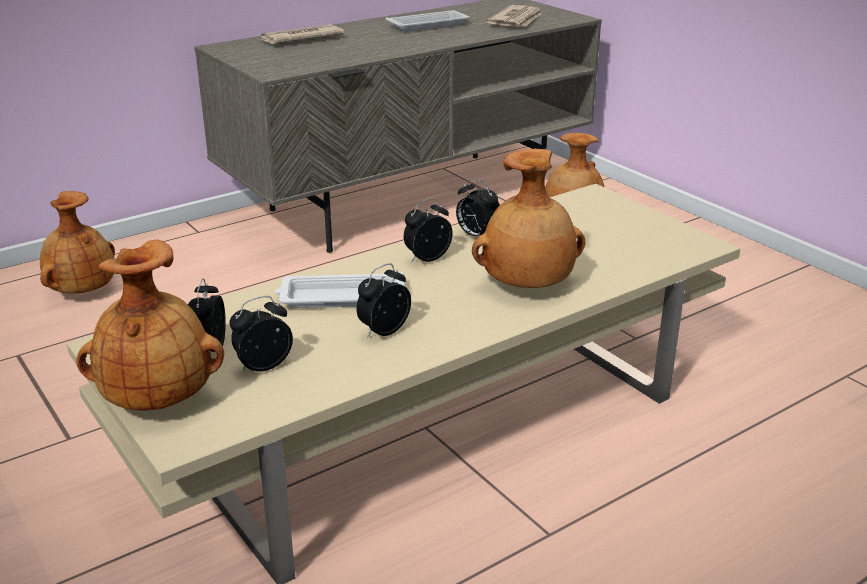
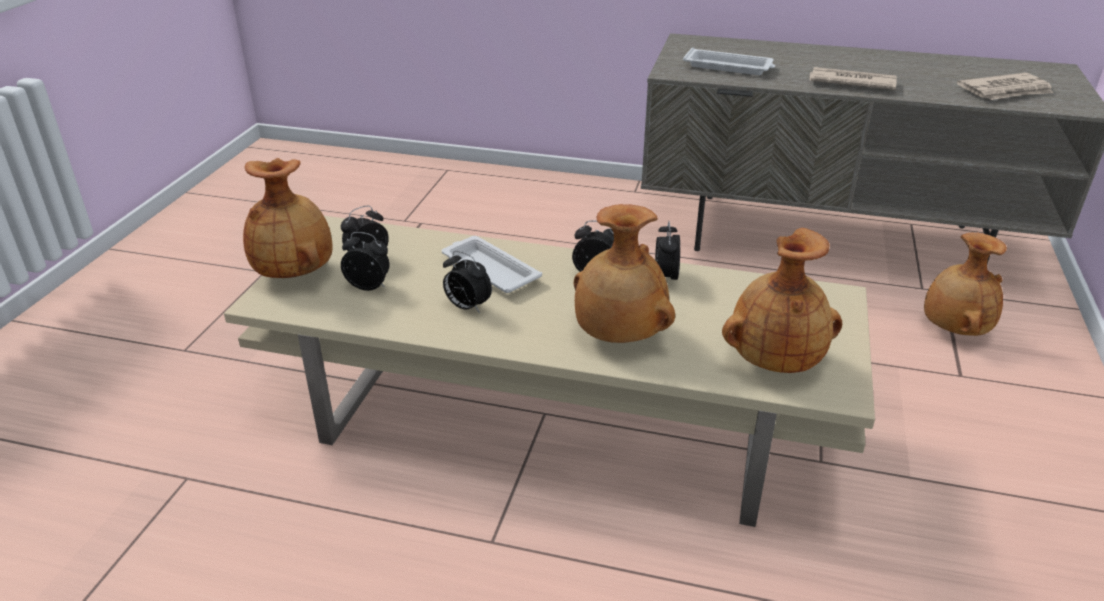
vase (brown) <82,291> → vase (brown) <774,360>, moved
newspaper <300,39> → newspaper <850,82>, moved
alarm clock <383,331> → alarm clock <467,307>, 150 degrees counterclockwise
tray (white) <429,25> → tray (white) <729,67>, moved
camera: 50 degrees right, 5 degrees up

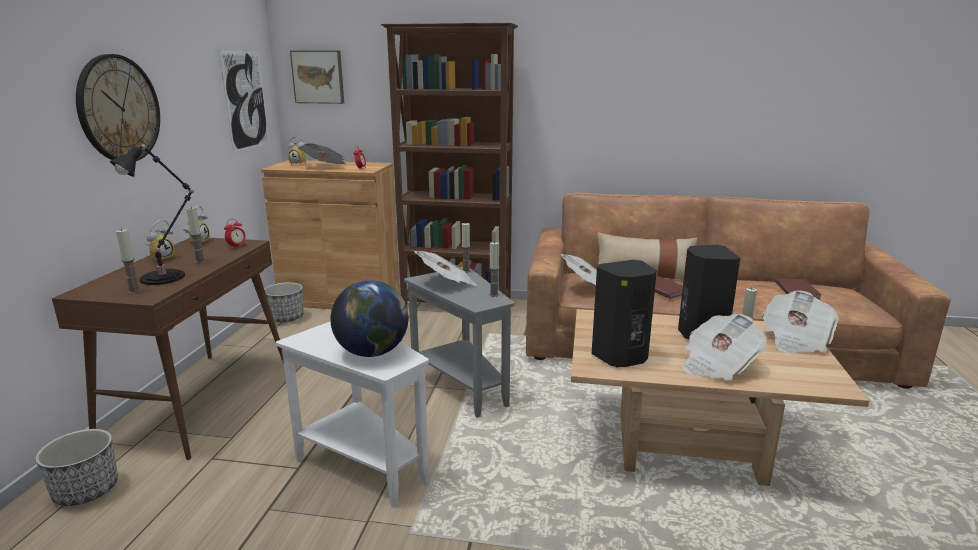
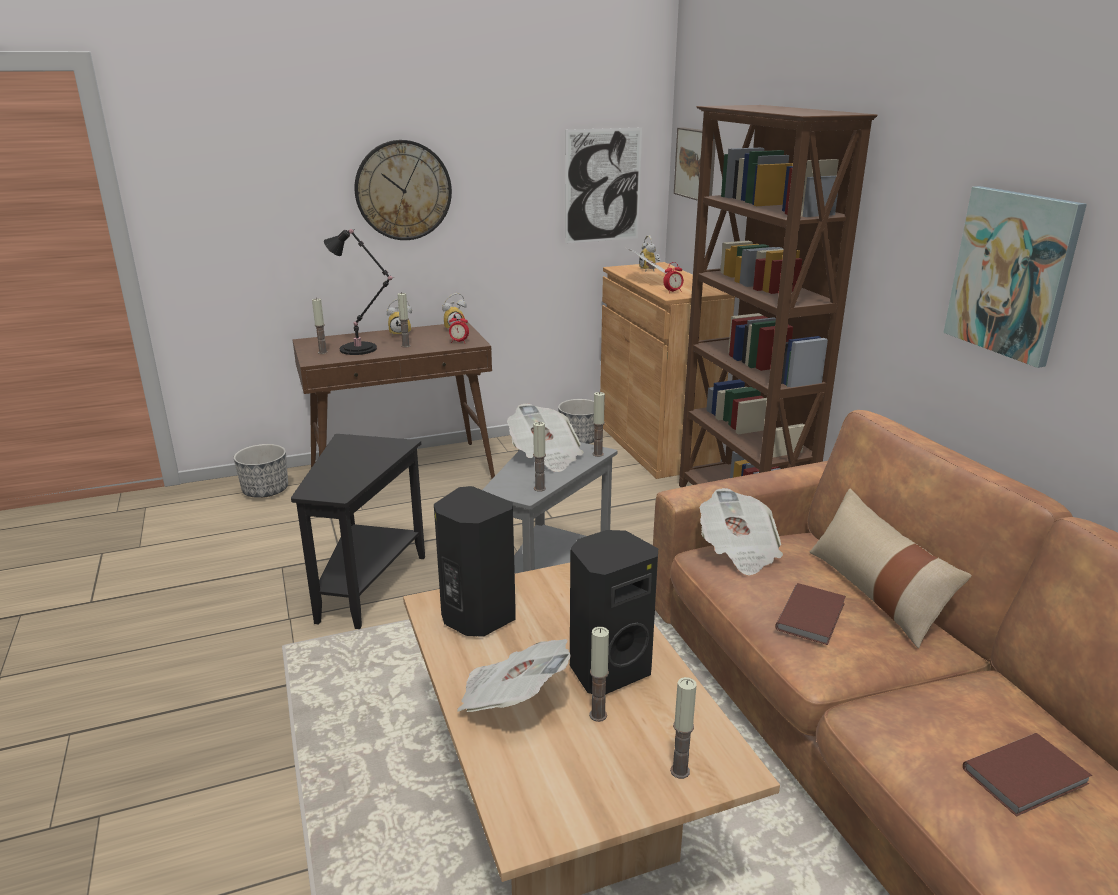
side table (white) <363,463> → side table (black) <367,583>
globe <372,352> → -
newspaper <795,340> → candle <680,771>
- → picture <1012,274>
camera: 60 degrees right, 5 degrees up

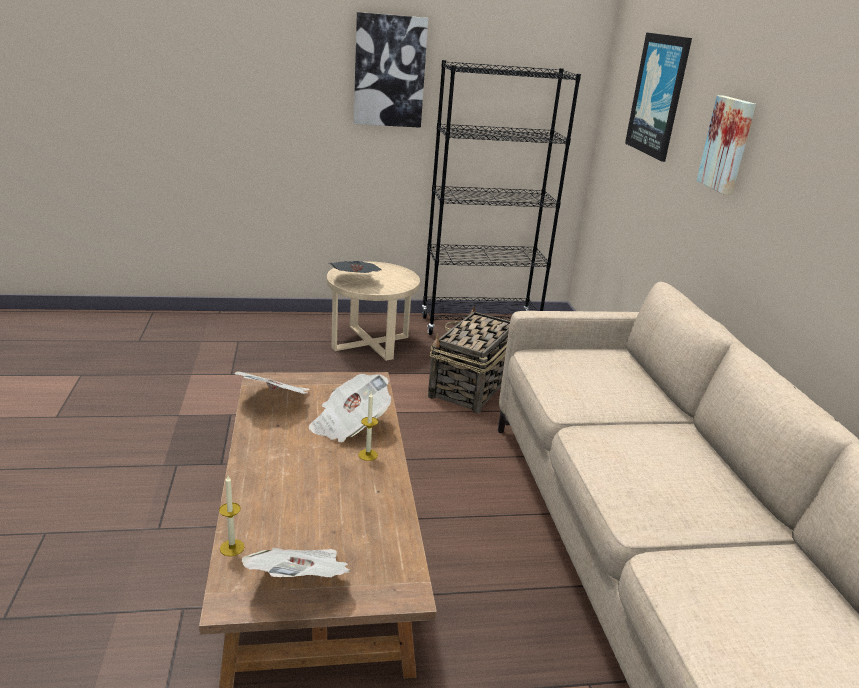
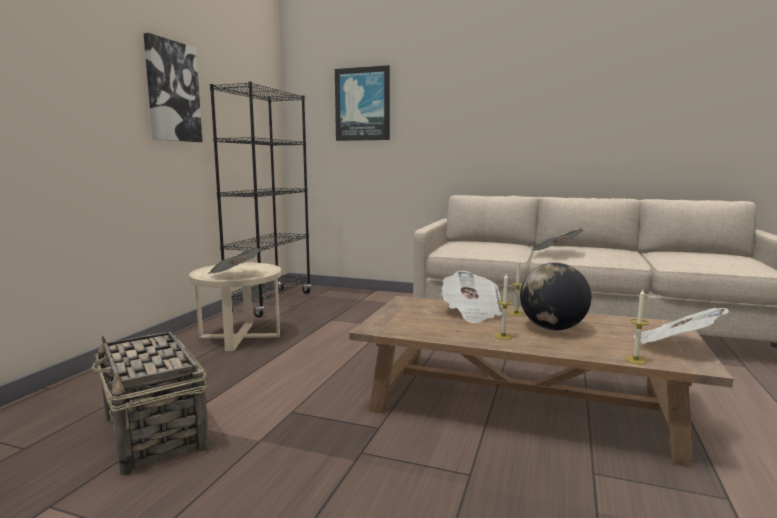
newspaper <276,400> → newspaper <555,253>, moved
basket <471,387> → basket <155,433>, moved
picture <728,144> → -
- → candle <503,336>
- → globe <552,328>
camera: 60 degrees left, 15 degrees down

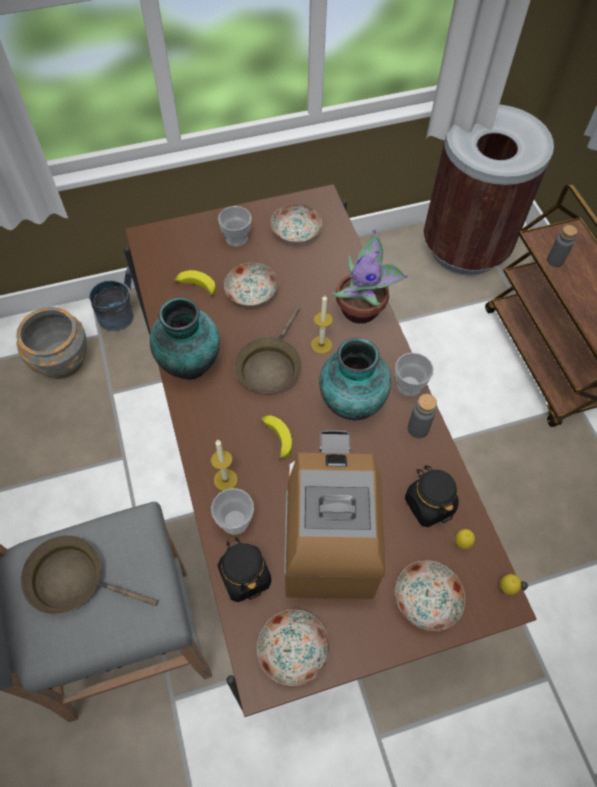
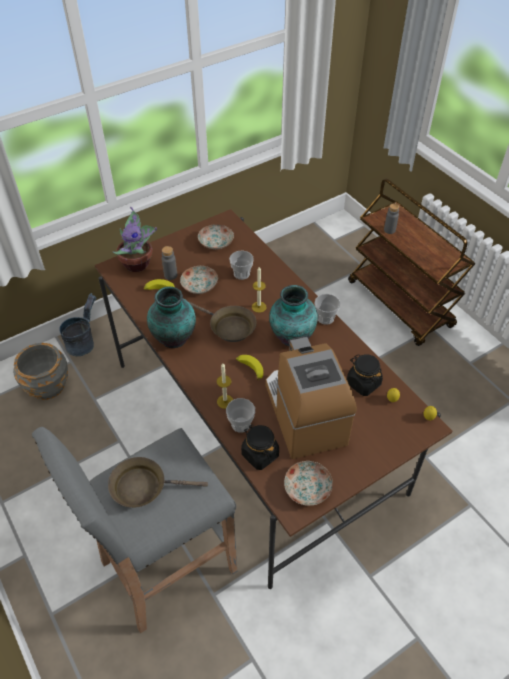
cup <236,238> → cup <241,274>, moved
frying pan (brown) <270,366> → frying pan (brown) <229,327>, 60 degrees counterclockwise
potted plant <362,310> → potted plant <138,263>, moved
plate <426,599> → -
bottle (grey) <418,428> → bottle (grey) <170,275>, moved
trash can (brown) <465,247> → -
camera: 15 degrees left, 10 degrees down

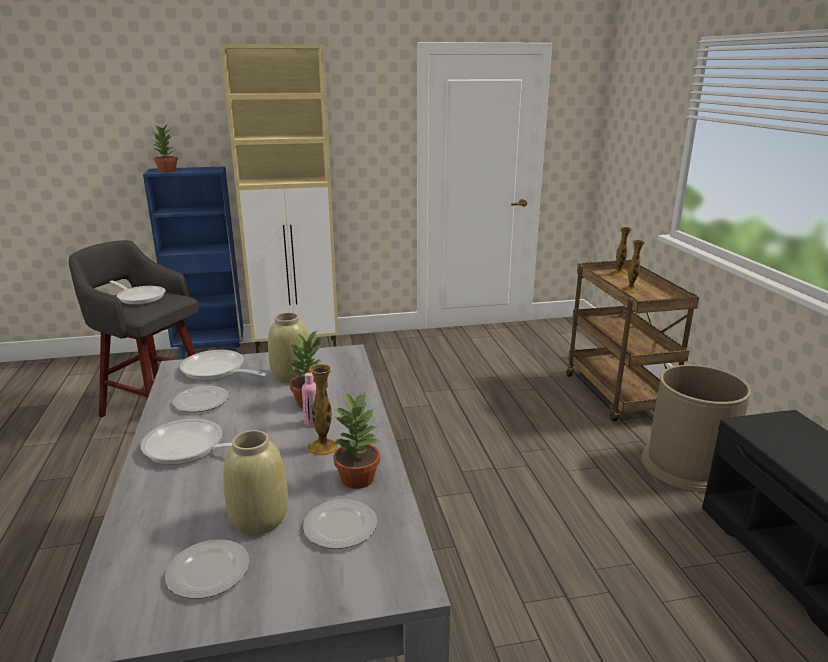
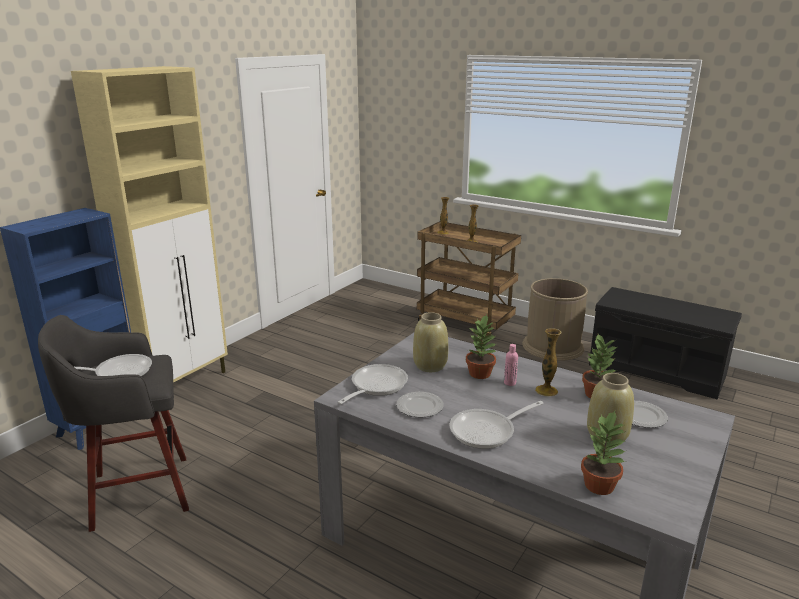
potted plant <167,171> → potted plant <600,485>, moved
plate <208,572> → -
frying pan <217,371> → frying pan <375,386>, 135 degrees clockwise
camera: 45 degrees left, 0 degrees up

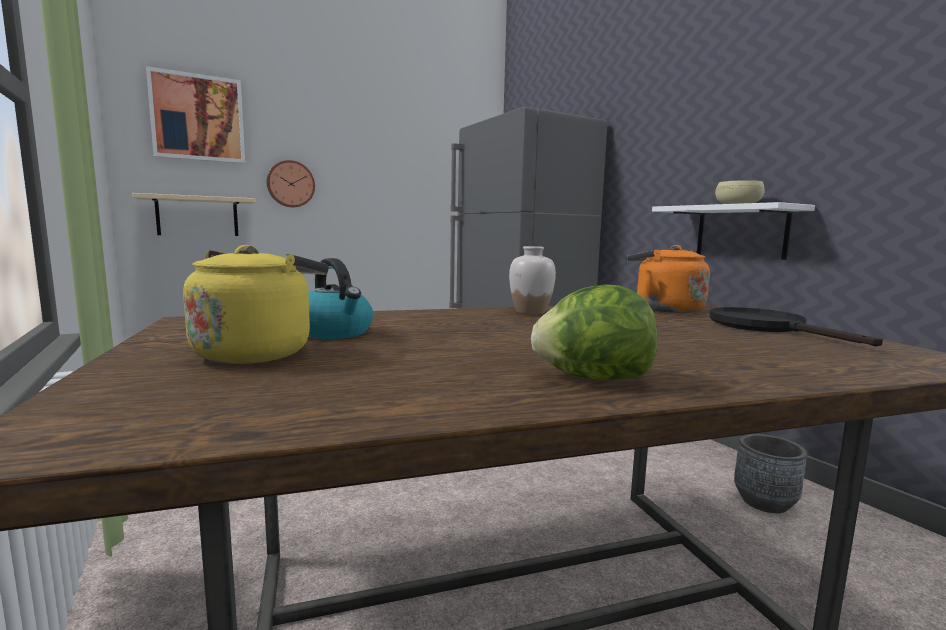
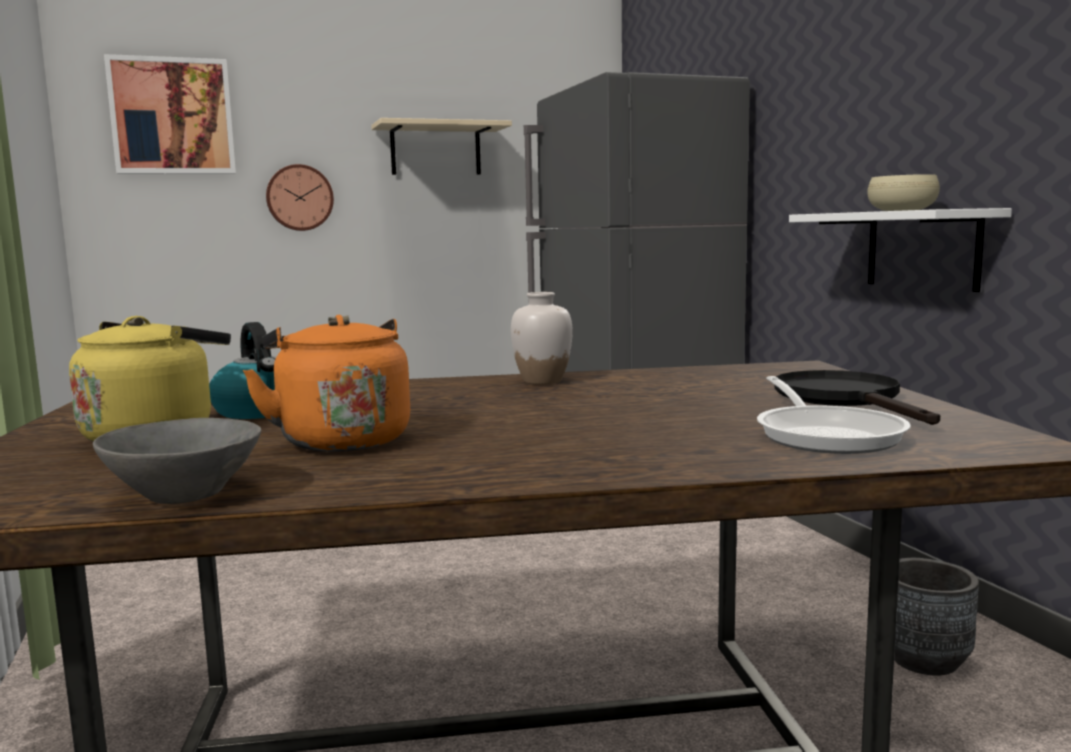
shelf (beige) <197,216> → shelf (beige) <435,150>, moved
lettuce <592,378> → -
kettle (orange) <664,309> → kettle (orange) <341,439>, moved
- → bowl (grey) <186,496>
- → frying pan <825,434>
camera: 10 degrees right, 0 degrees up

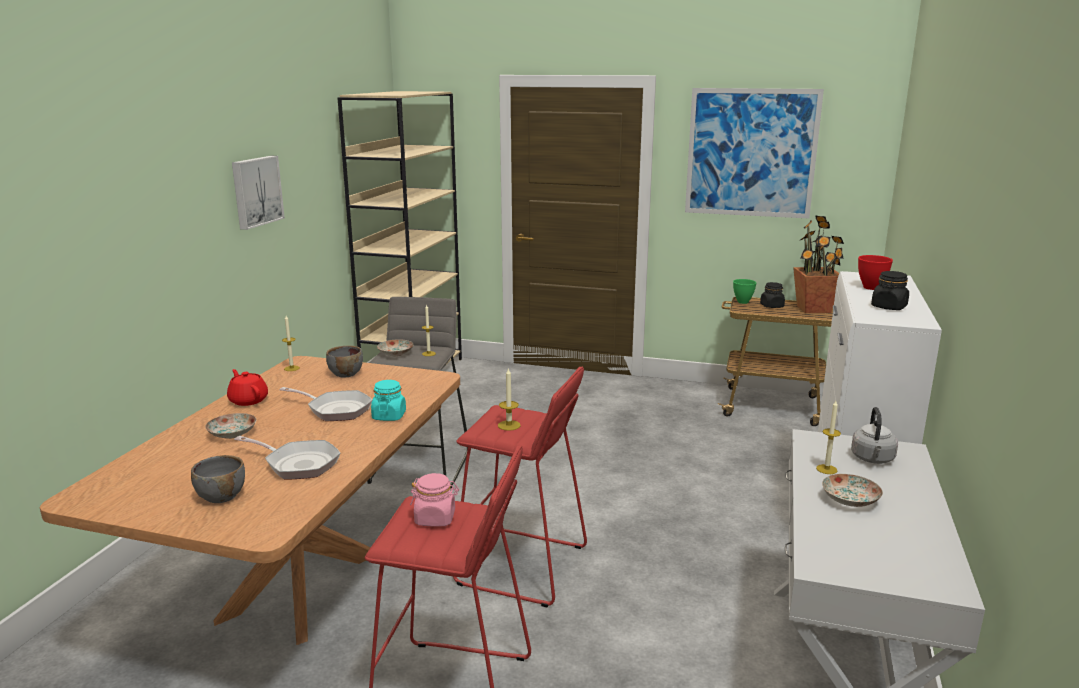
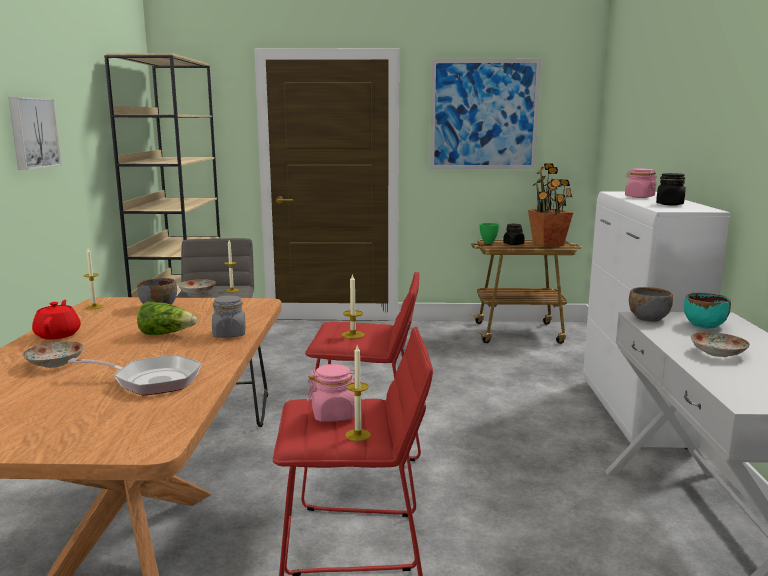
bowl (grey) <221,496> → bowl (grey) <648,318>, moved
teapot (red) <248,400> → teapot (red) <58,334>, 45 degrees clockwise
frying pan <335,409> → lettuce <166,334>
jar (turquoise) <389,416> → jar (grey) <229,334>
candle <826,469> → candle <358,435>, moved
kettle (grey) <872,459> → bowl (turquoise) <704,325>
bowl (red) <872,288> → jar (pink) <639,197>
camera: 15 degrees left, 5 degrees down

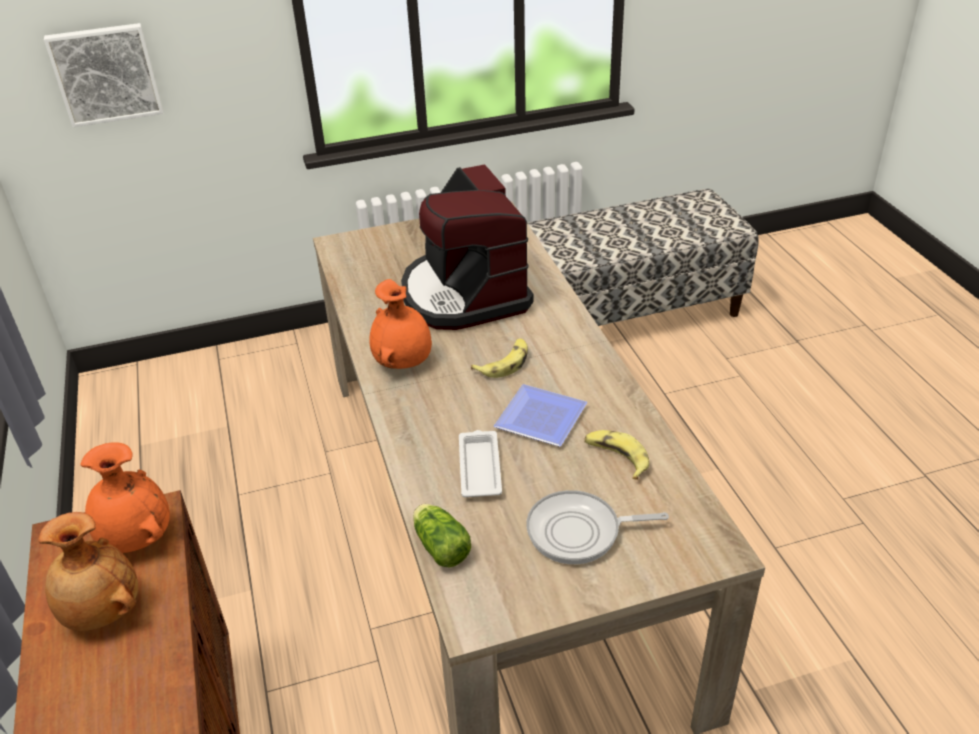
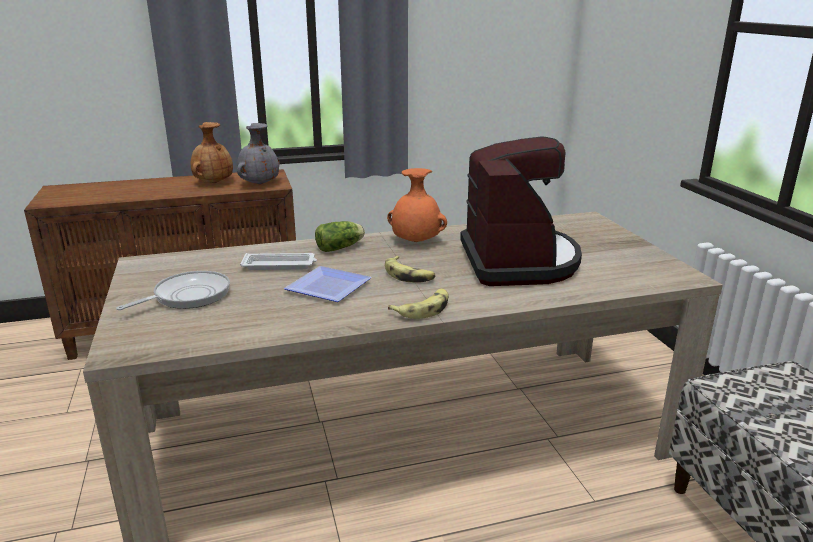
picture <106,74> → -
vase (orange) <135,538> → vase (grey) <259,184>
coffee machine <464,294> → coffee machine <518,261>, 105 degrees clockwise
lettuce <440,545> → lettuce <341,247>, moved
frying pan <579,532> → frying pan <188,296>, 45 degrees clockwise
banana <616,457> → banana <423,309>, moved
camera: 90 degrees right, 15 degrees down

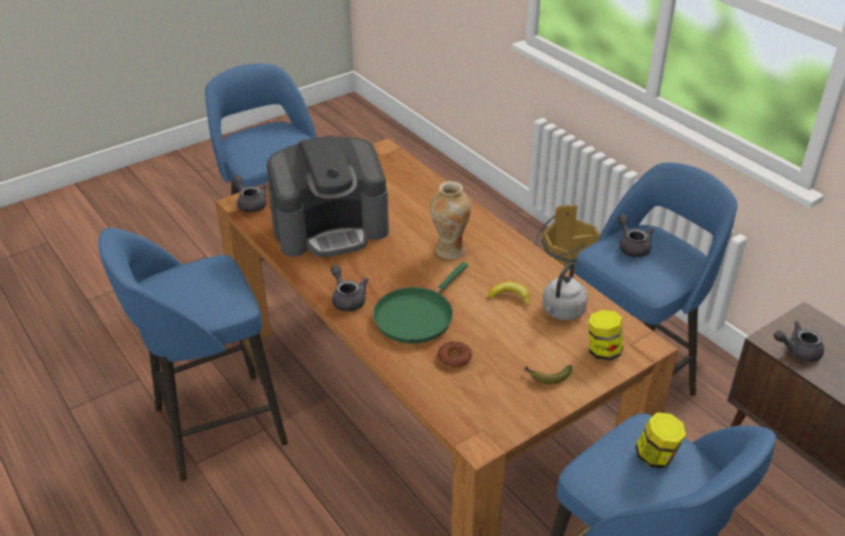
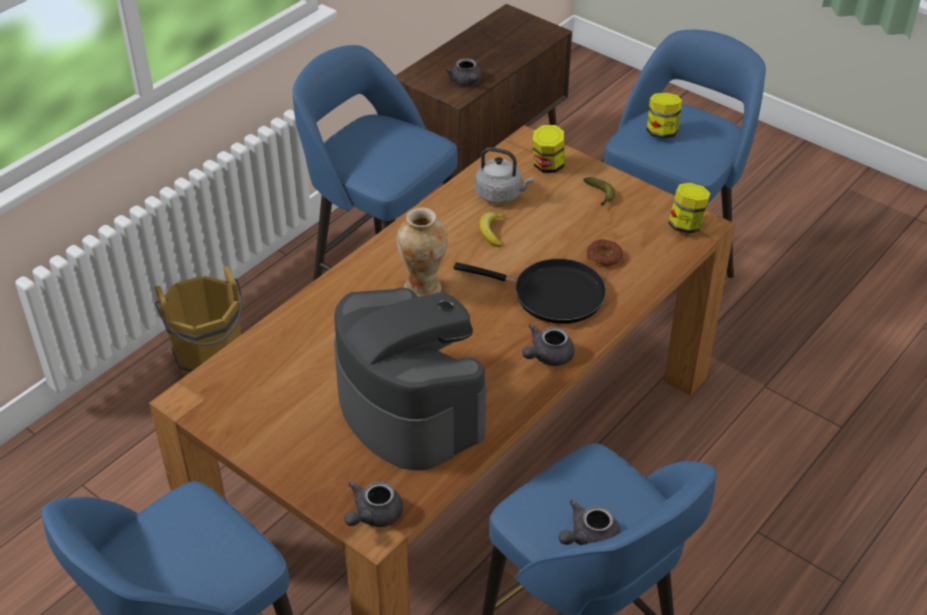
frying pan (green) <416,315> → frying pan (black) <552,295>
teapot (grey) <632,246> → teapot (grey) <588,538>, moved
- → jar <686,225>
camera: 105 degrees left, 5 degrees up

